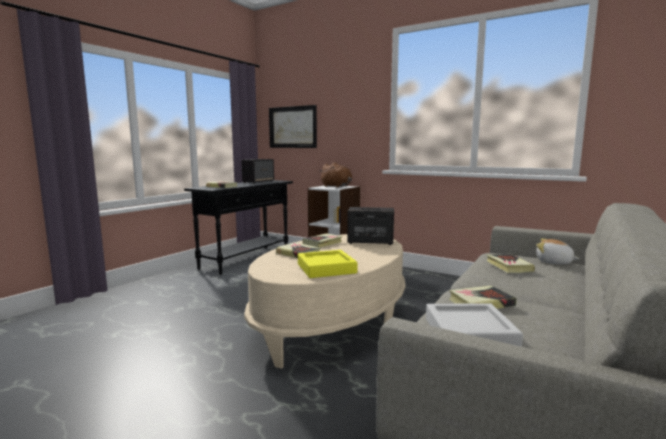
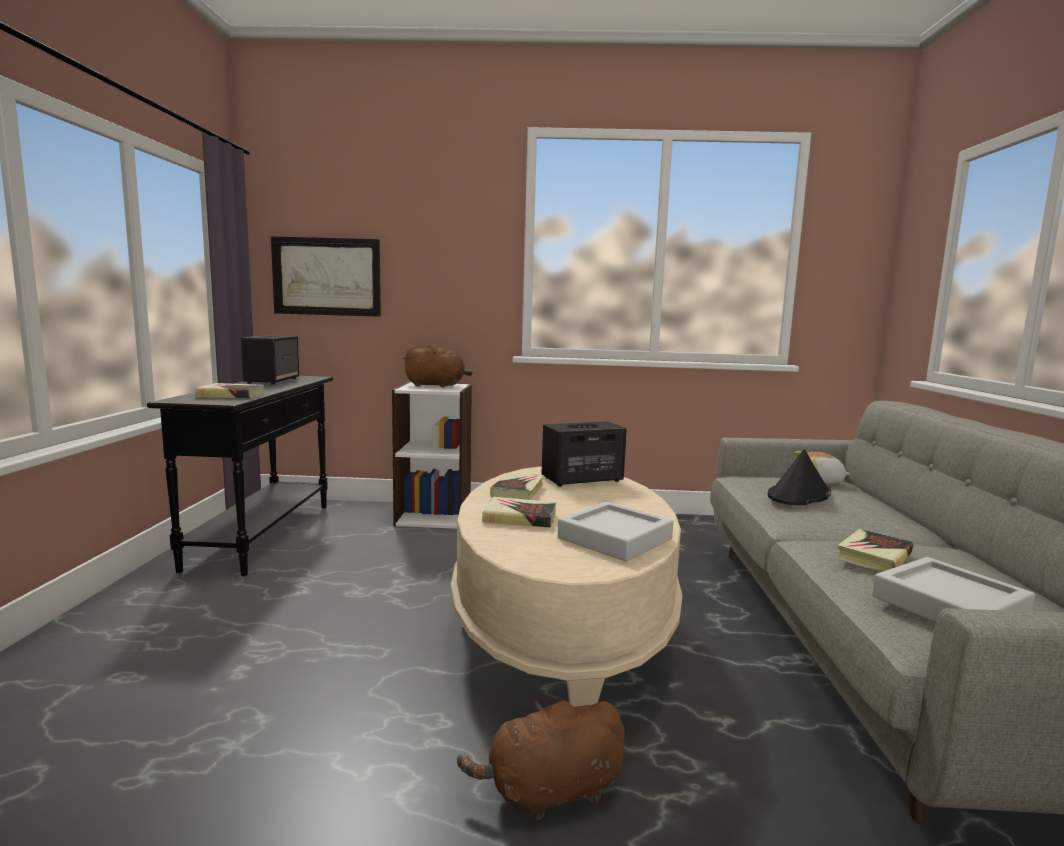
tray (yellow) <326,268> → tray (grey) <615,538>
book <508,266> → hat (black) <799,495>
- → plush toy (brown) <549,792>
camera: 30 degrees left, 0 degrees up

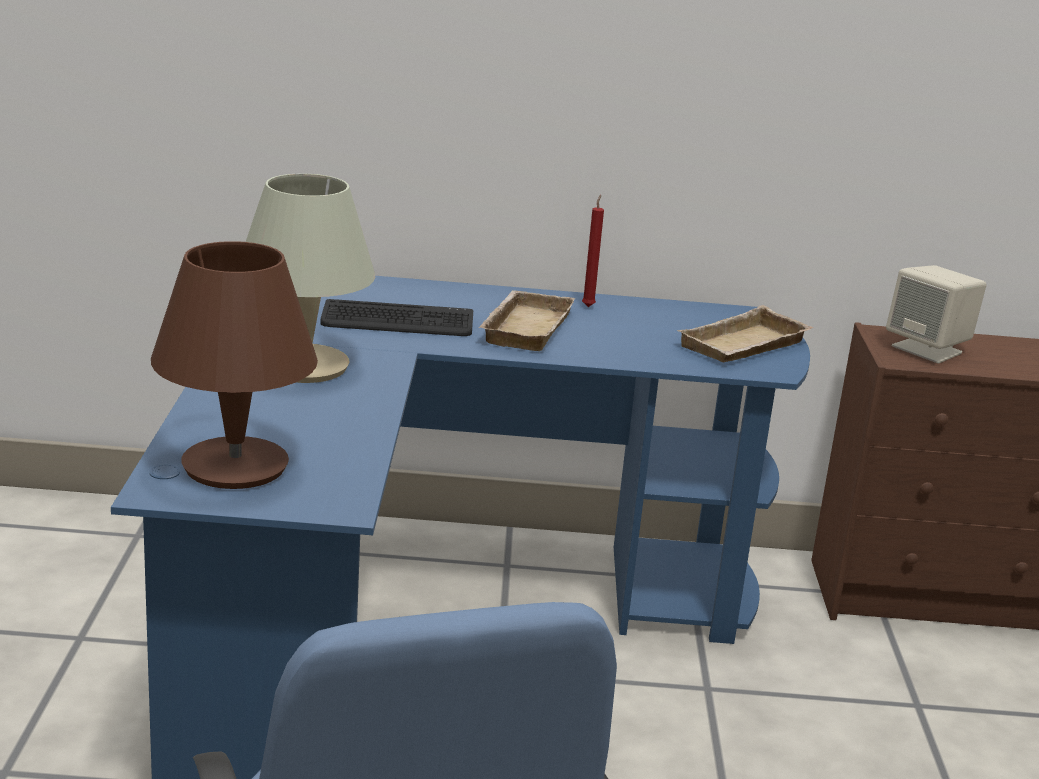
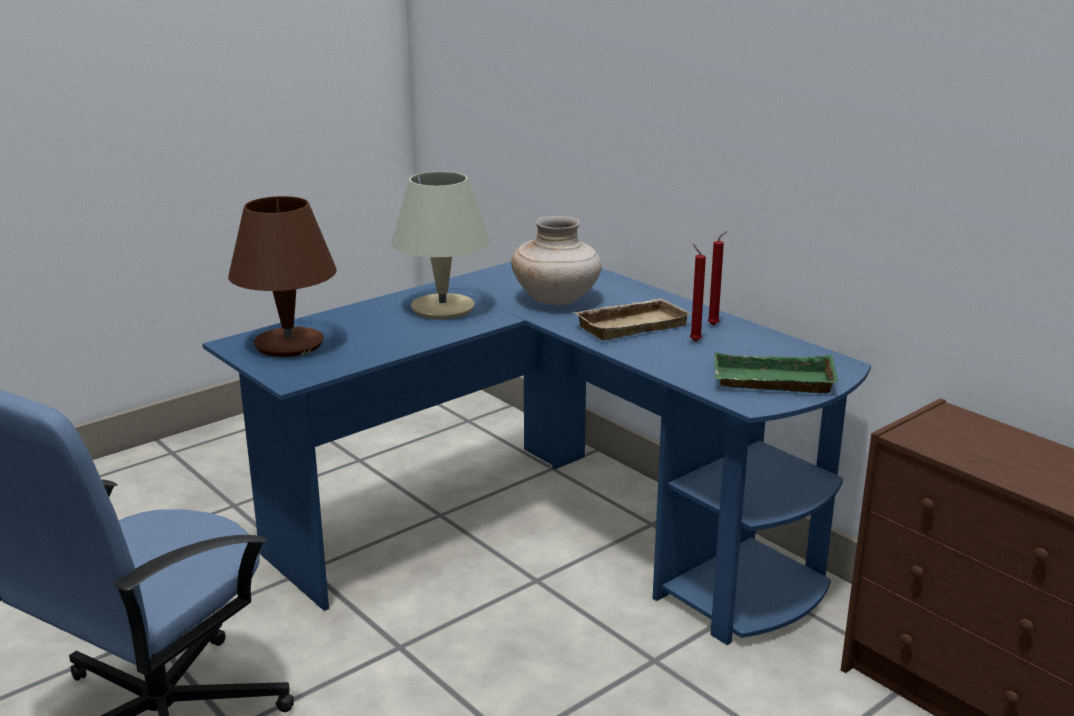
keyboard <397,321> → vase (beige) <557,300>
tray (beige) <745,347> → tray (green) <771,383>
speaker (beige) <928,350> → -
- → candle (red) <694,341>
camera: 50 degrees right, 0 degrees up

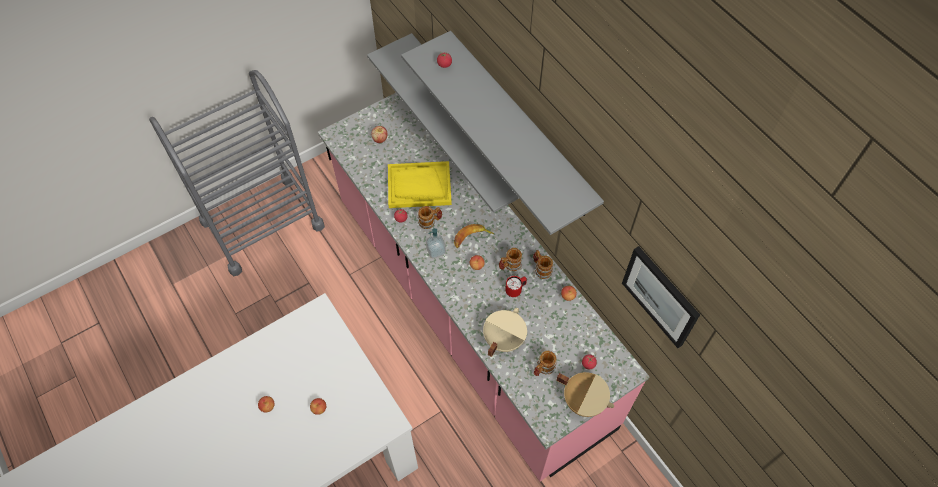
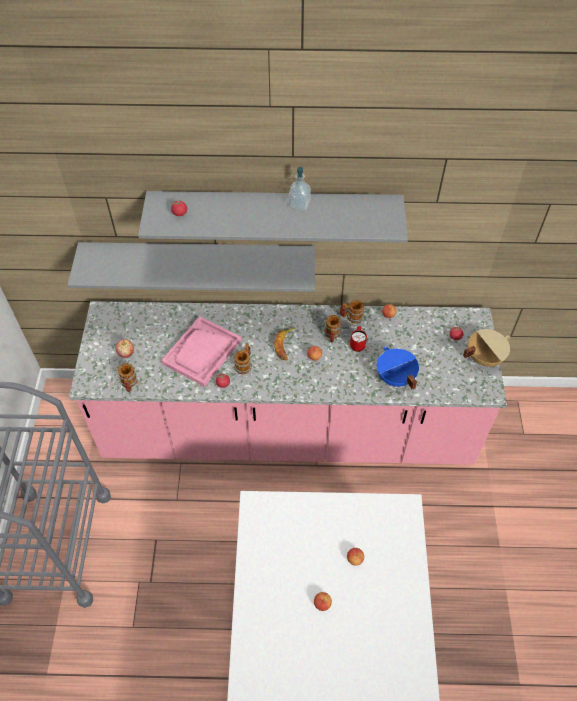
tray (yellow) <419,186> → tray (pink) <202,352>
soap dispenser <436,251> → soap dispenser <299,204>, moved
cooking pot (beige) <503,339> → cooking pot (blue) <394,378>
mug <543,369> → mug <129,384>, moved
picture <661,296> → -
camera: 55 degrees left, 5 degrees down

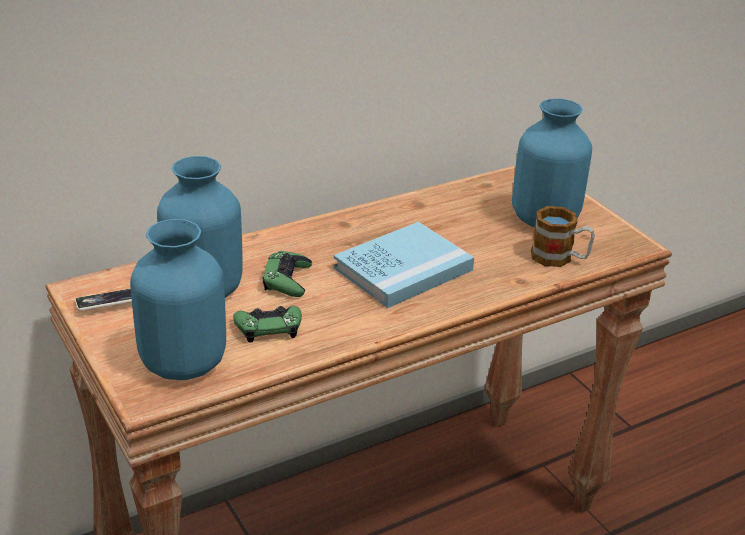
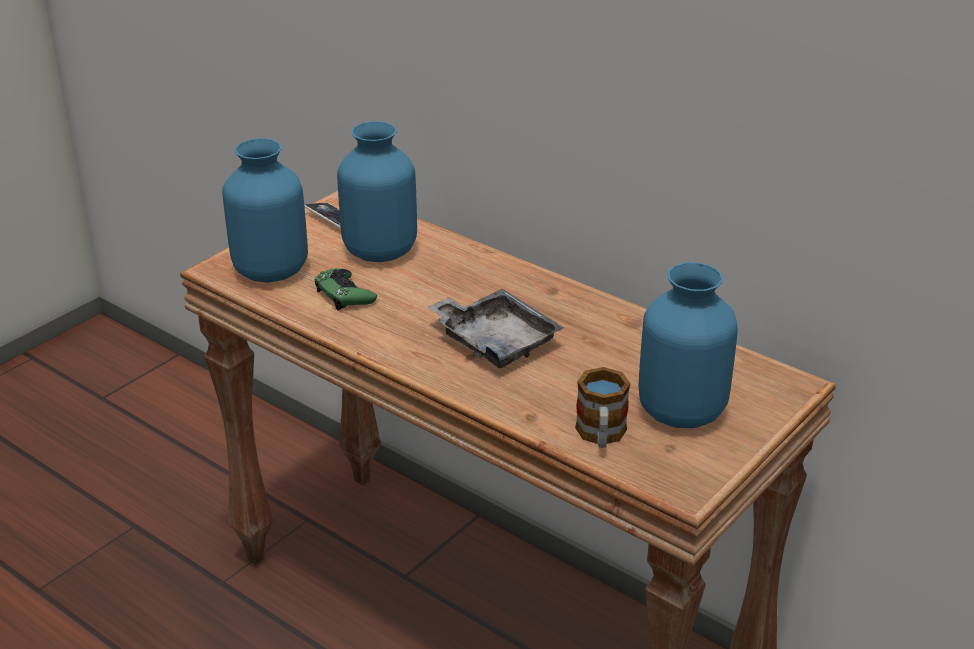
game controller (green) <287,280> → -
book (blue) <403,269> → tray (grey) <495,341>
camera: 70 degrees right, 0 degrees up

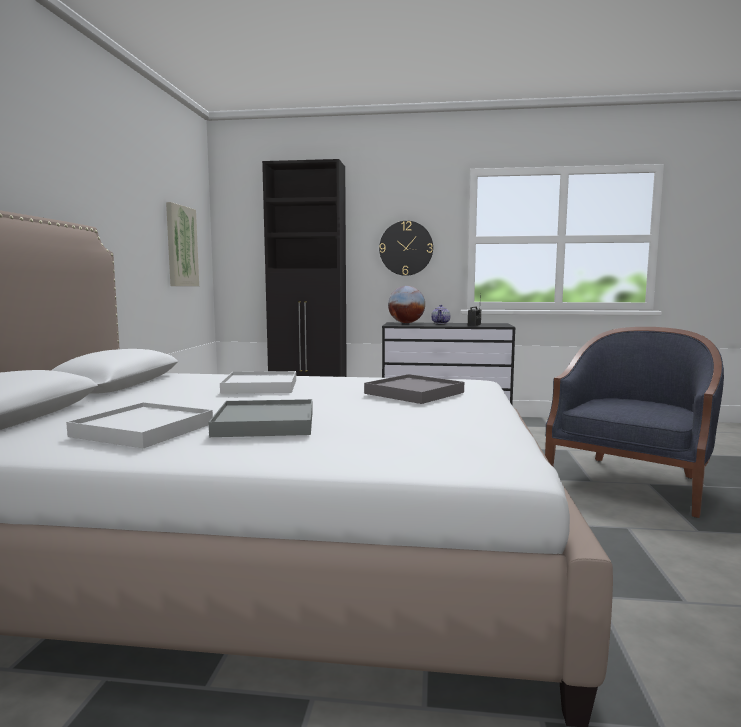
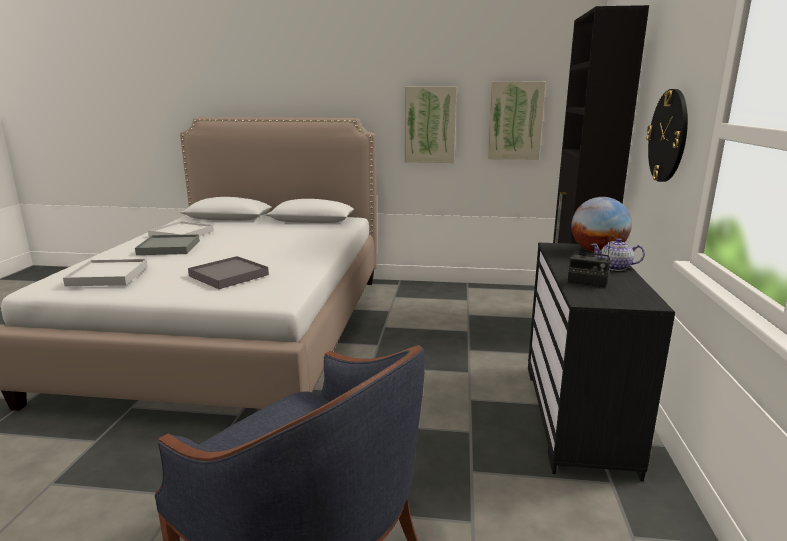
tray (white) <260,387> → tray (white) <108,276>, moved
- → picture <430,125>
camera: 90 degrees right, 10 degrees up

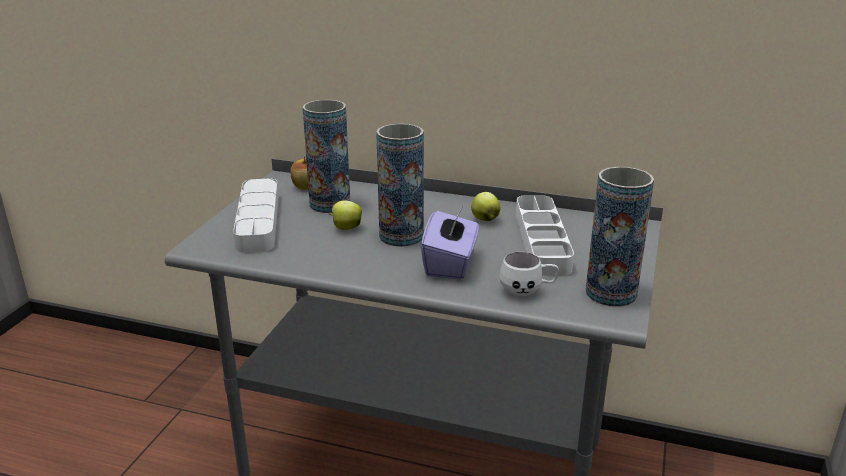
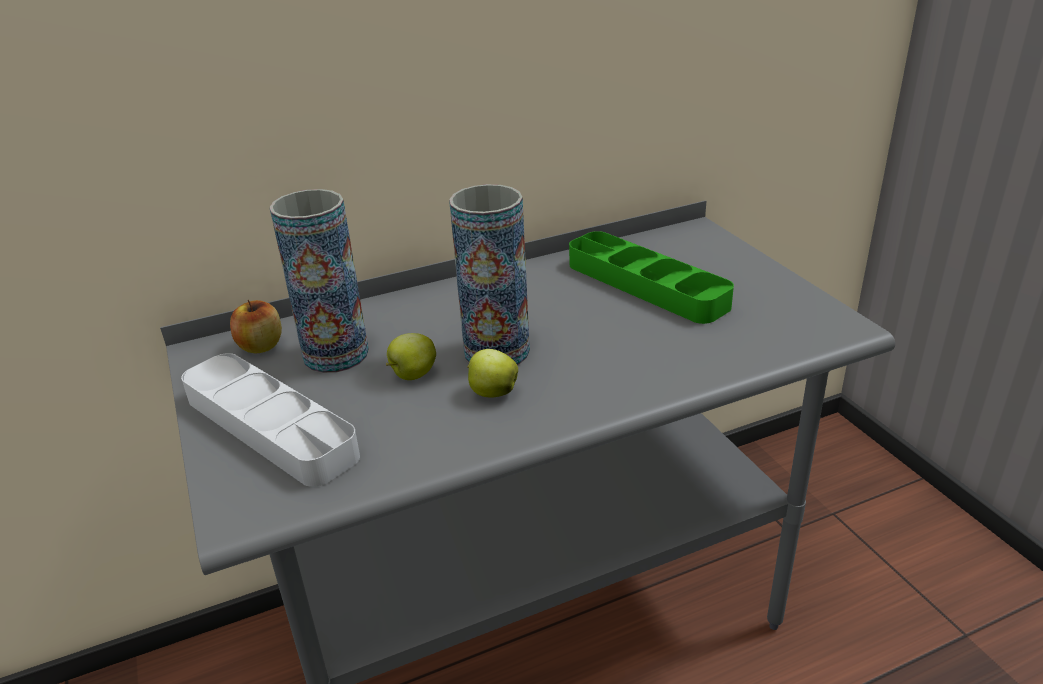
tissue box (purple) <450,264> → -
apple <484,219> → apple <492,392>, moved
mug (white) <528,291> → -
tray (white) <542,240> → tray (green) <646,285>
vase <611,293> → -
camera: 40 degrees left, 5 degrees up

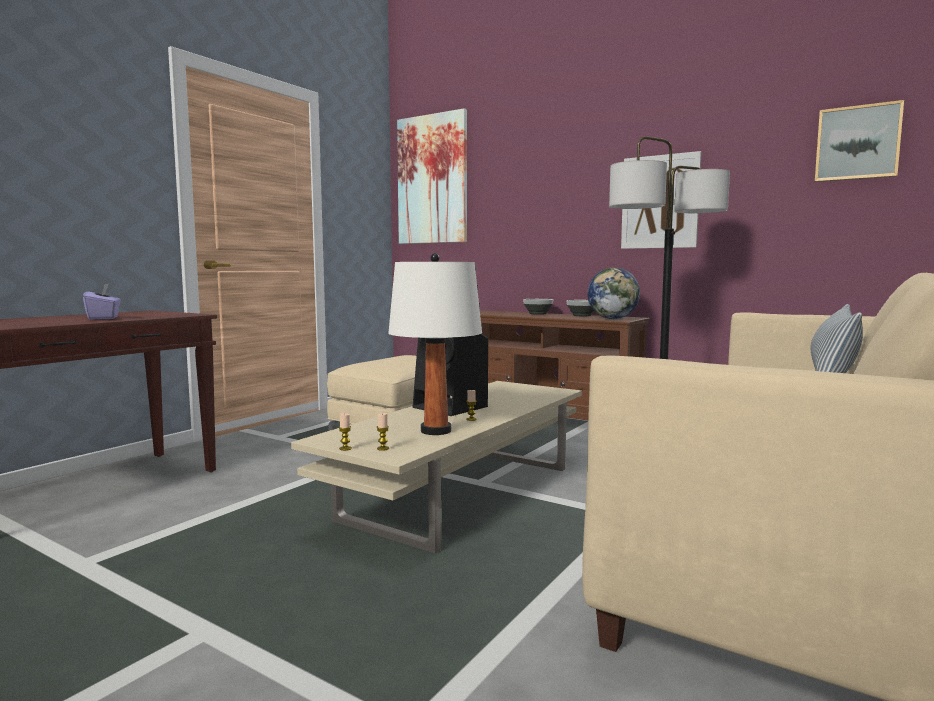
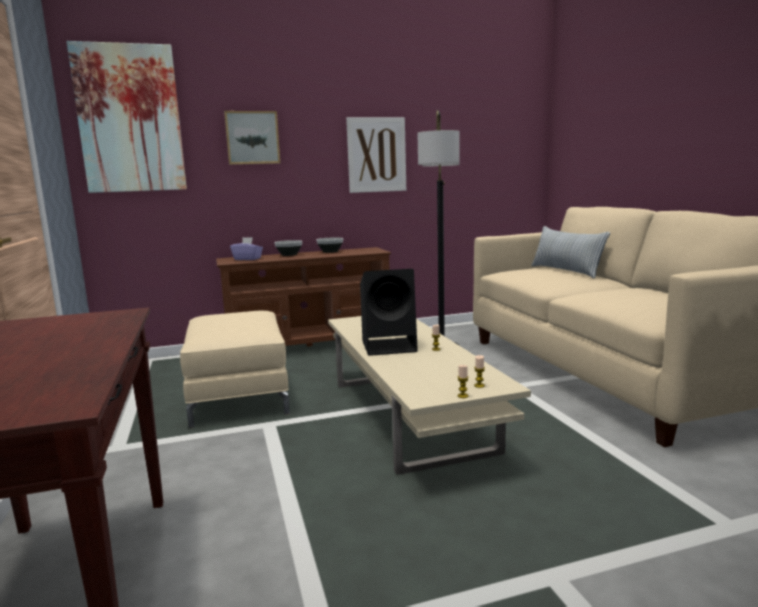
tissue box (purple) <104,318> → tissue box (purple) <247,259>, moved
table lamp (white) <435,431> → -
globe <613,319> → -
picture <857,143> → picture <252,138>, moved
camera: 50 degrees left, 5 degrees up

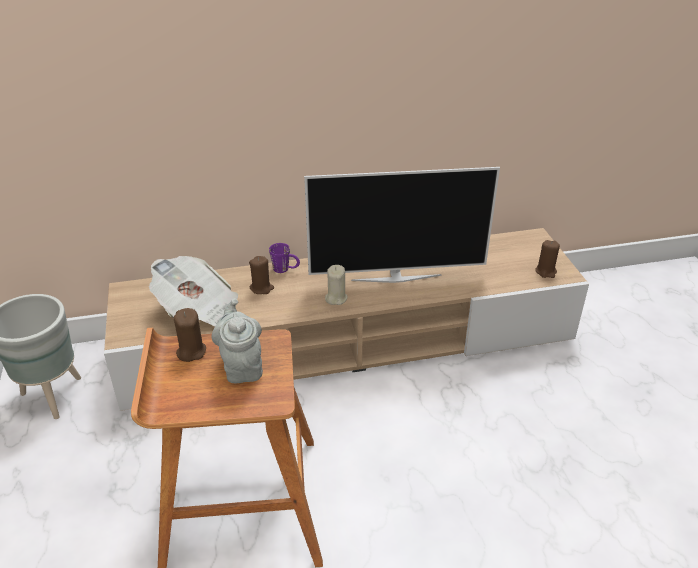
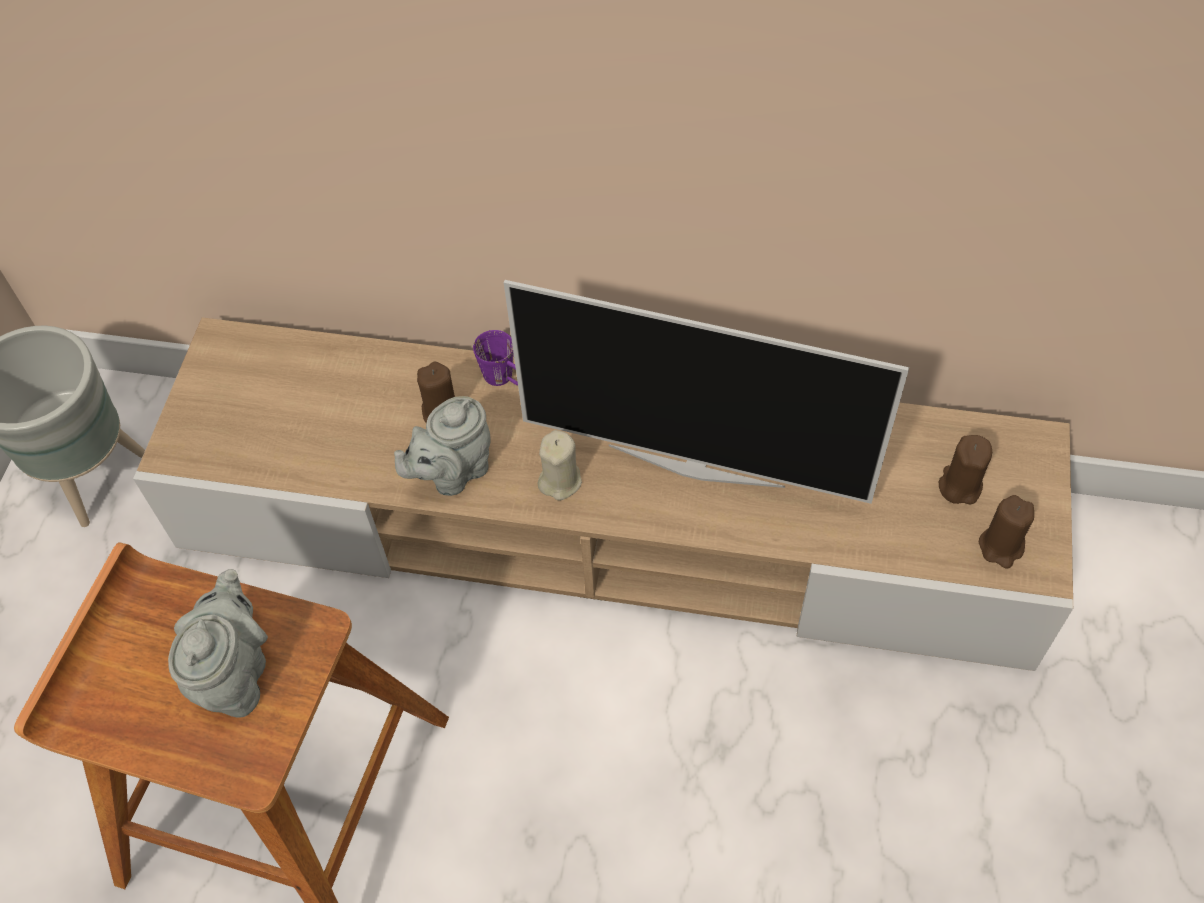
newspaper <198,310> → -
candle (brown) <191,351> → candle (brown) <959,485>, moved
- → teapot (grey) <453,472>
camera: 25 degrees right, 20 degrees up

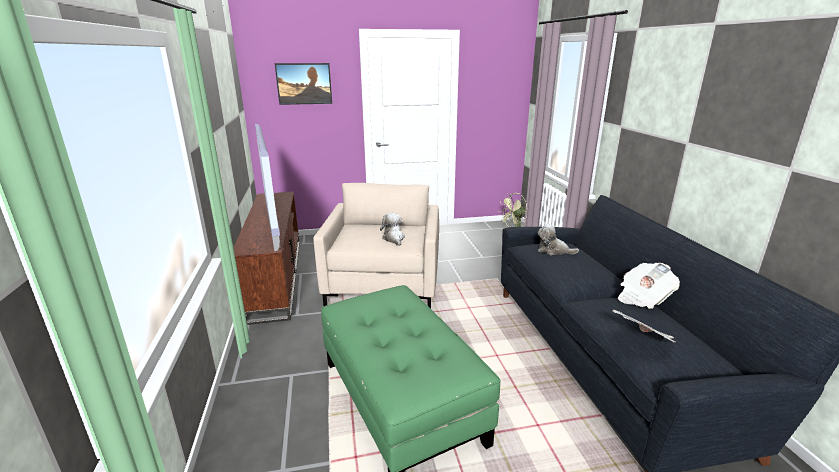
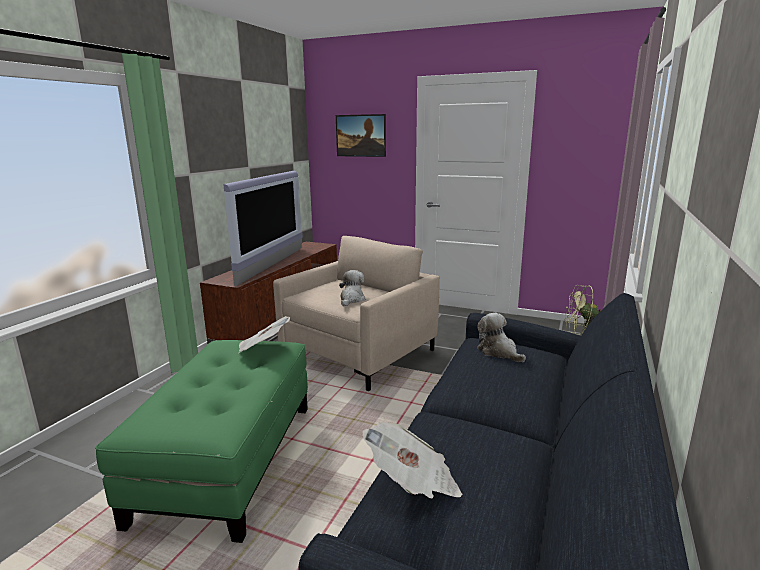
newspaper <643,297> → newspaper <263,348>, moved
camera: 35 degrees right, 5 degrees down

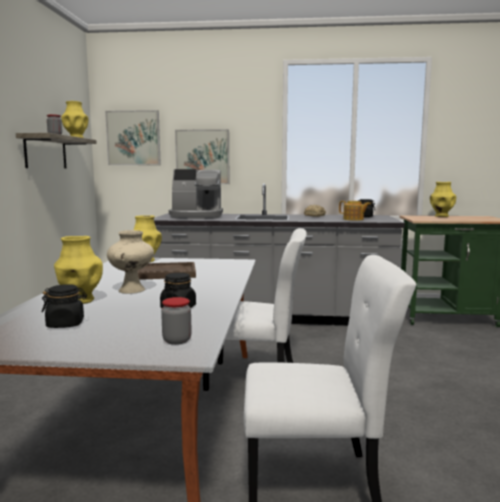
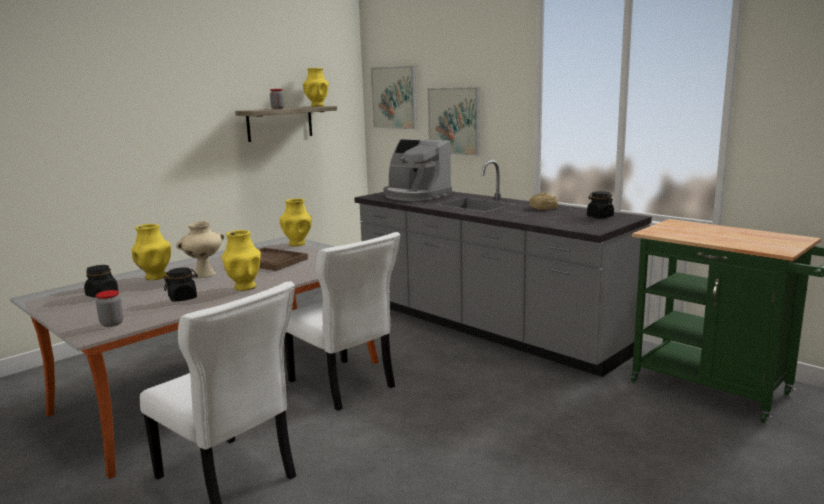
teapot <353,219> → -
vase (yellow) <441,216> → vase (yellow) <244,287>, moved
camera: 40 degrees right, 5 degrees up

